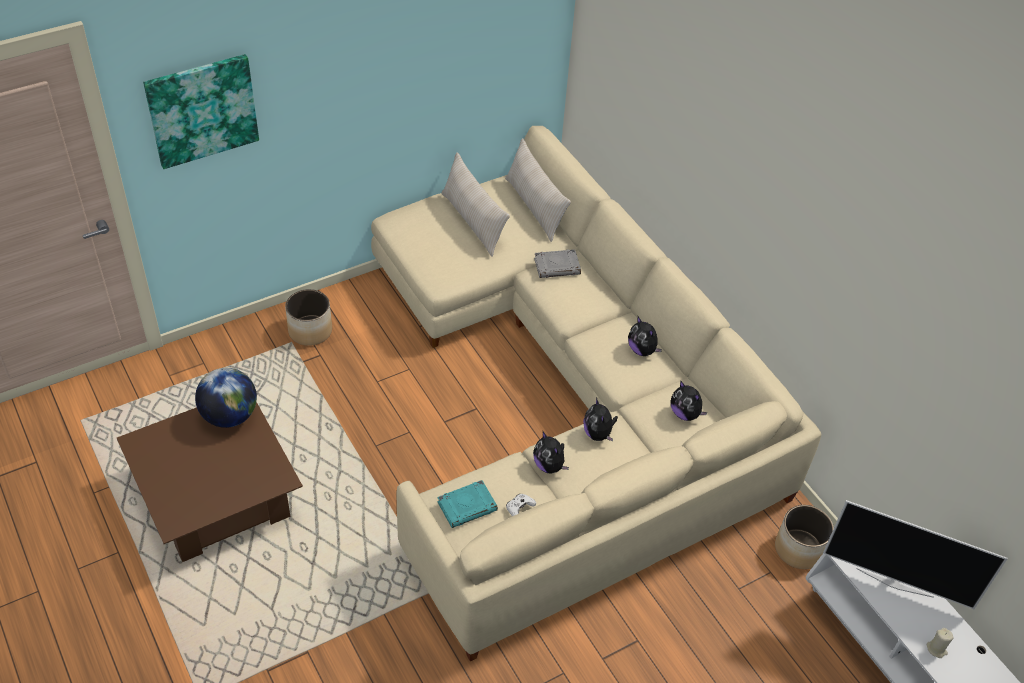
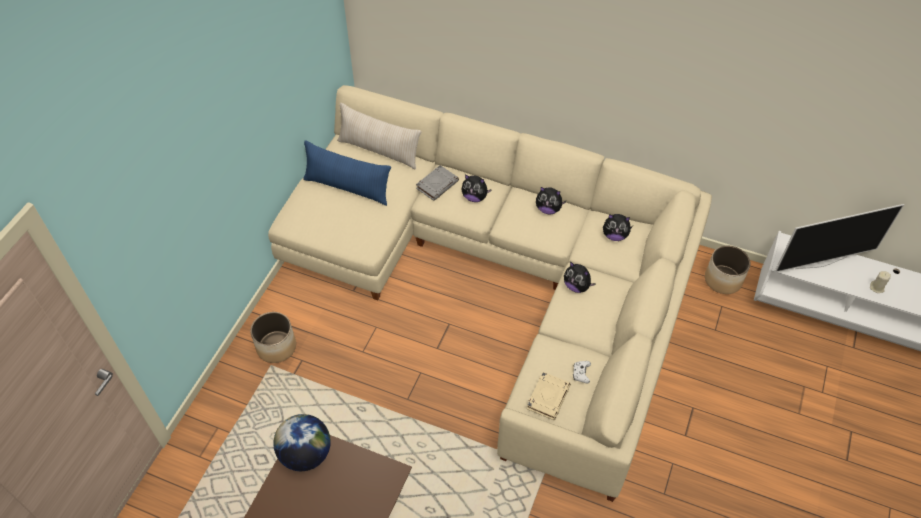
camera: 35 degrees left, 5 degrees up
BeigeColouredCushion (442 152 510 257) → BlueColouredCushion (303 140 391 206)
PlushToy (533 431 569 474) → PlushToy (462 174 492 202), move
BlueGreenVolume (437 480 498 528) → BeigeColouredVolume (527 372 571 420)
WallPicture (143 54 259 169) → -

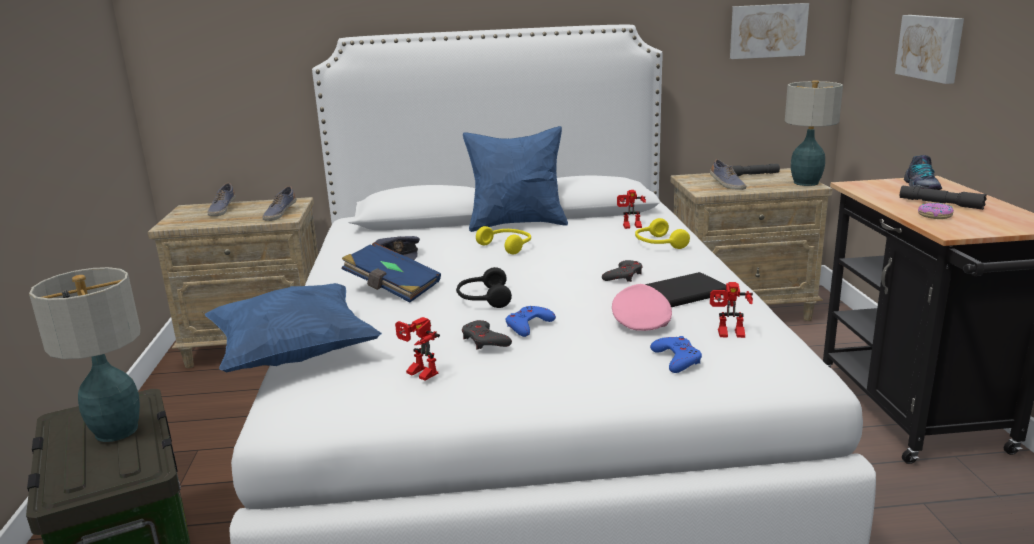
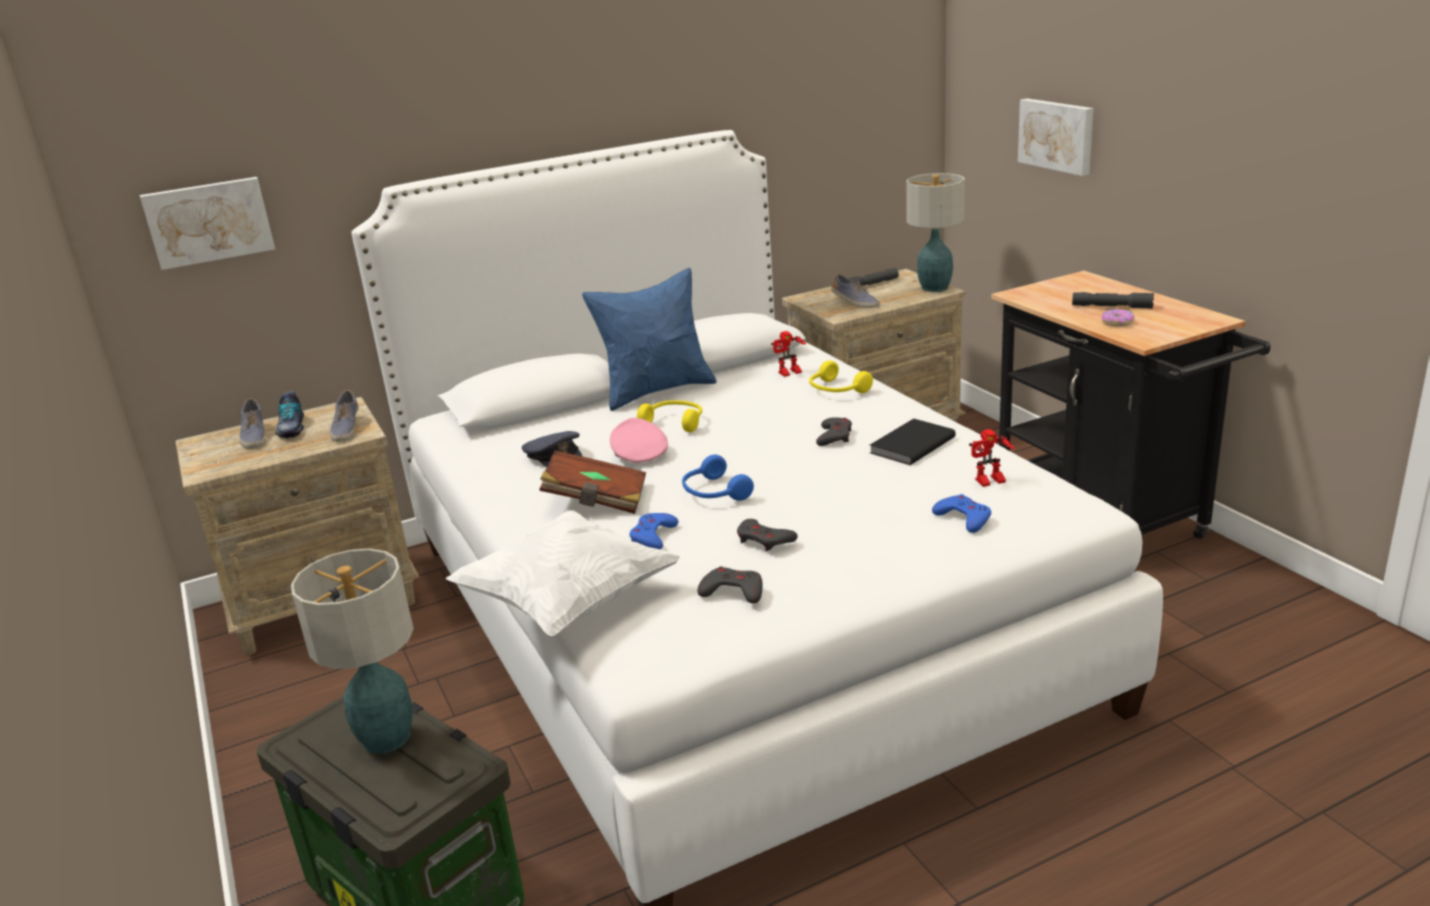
camera: 20 degrees left, 5 degrees up
WallPicture (730 3 809 59) → WallPicture (140 177 275 270), move
LowShoe (904 155 942 190) → LowShoe (275 391 304 438), move
BlueColouredCushion (205 283 382 372) → WhiteColouredCushion (445 510 681 637)
BlueColouredVolume (342 242 441 303) → BrownishVolume (539 450 646 514)
PinkPeakedCap (612 284 672 331) → PinkPeakedCap (610 418 668 463), move
BlueColouredJoypad (505 306 556 337) → BlueColouredJoypad (630 513 678 550), move
BlackishHeadphones (456 267 512 308) → BlueColouredHeadphones (682 455 754 501)
ModelRobot (395 317 440 381) → GreyJoypad (697 566 763 604)

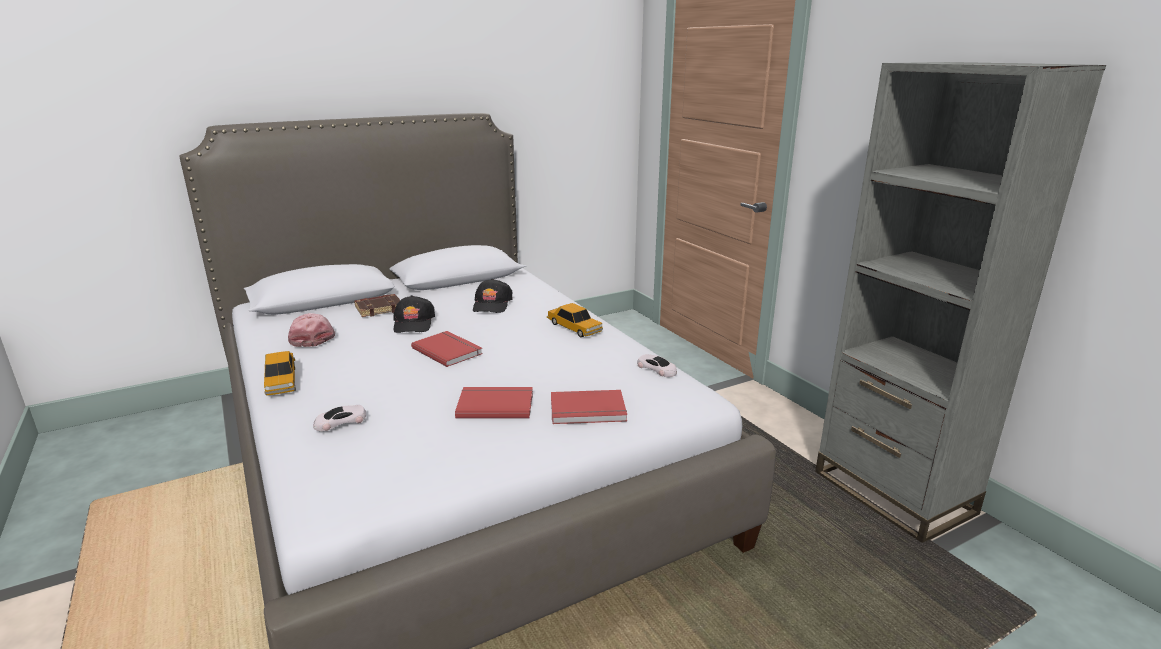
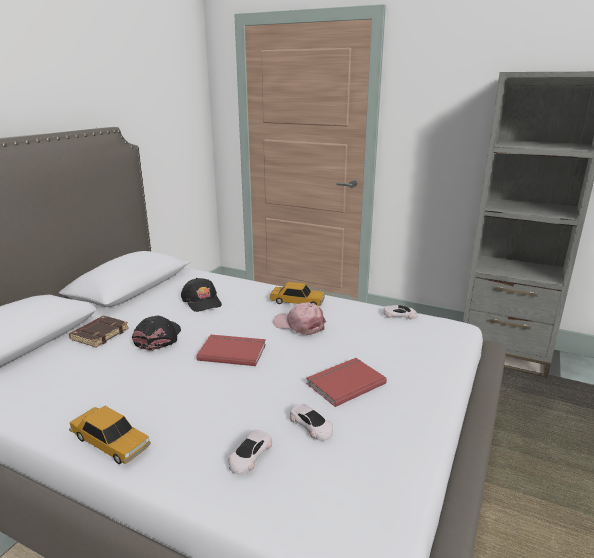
camera: 35 degrees left, 0 degrees up
BlackishPeakedCap (393 295 435 333) → BlackishPeakedCap (132 316 181 351), 135 degrees counterclockwise
PinkPeakedCap (288 313 335 347) → PinkPeakedCap (273 302 326 335), move
- → WhiteColouredMiniatureCar (290 404 333 441)
RedVolume (551 390 627 424) → -

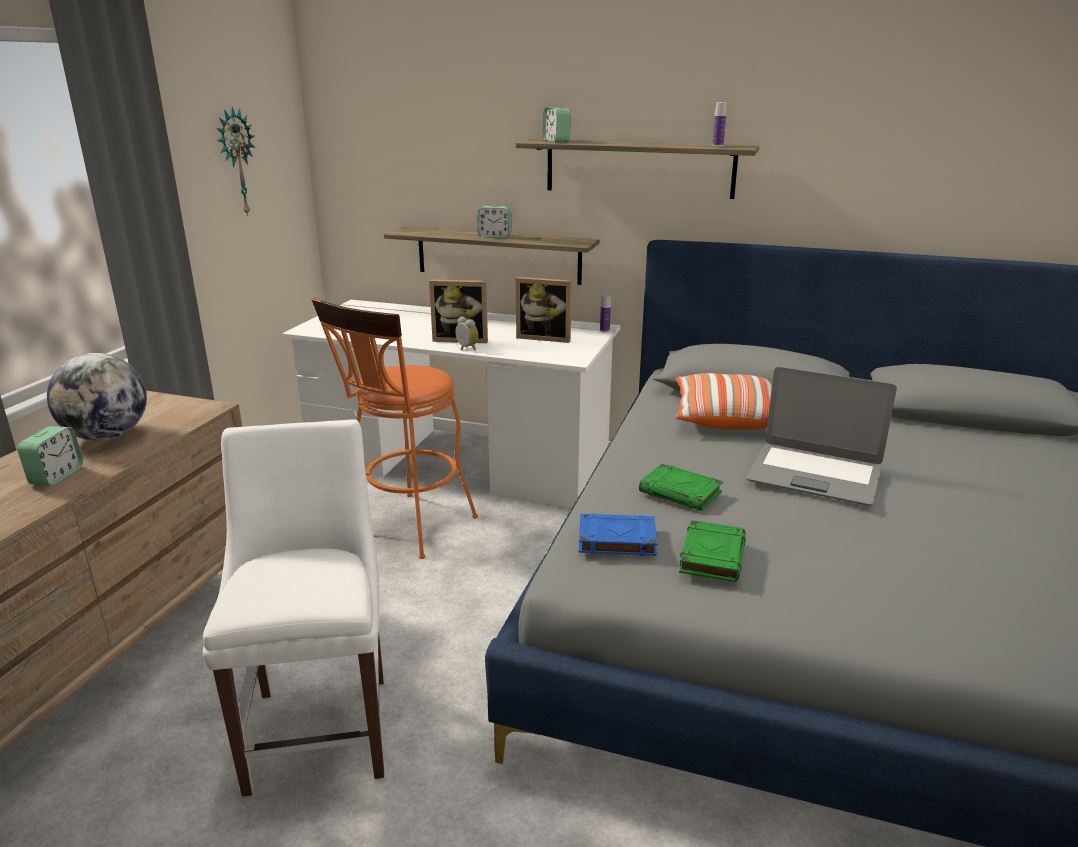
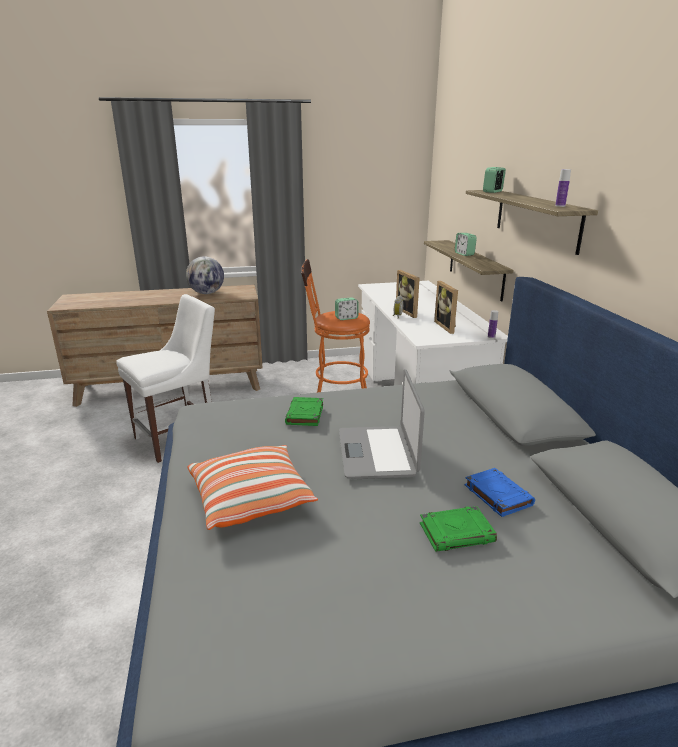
camera: 60 degrees right, 0 degrees up
Cushion (676 373 772 429) → Cushion (188 445 318 530), move
BedsideClock (17 426 83 486) → BedsideClock (335 297 358 320), move
GreenVolume (679 520 746 582) → GreenVolume (420 506 497 552), move
BlueColouredVolume (579 513 658 556) → BlueColouredVolume (465 468 535 517), move
ClockOnTheWall (217 107 255 217) → -

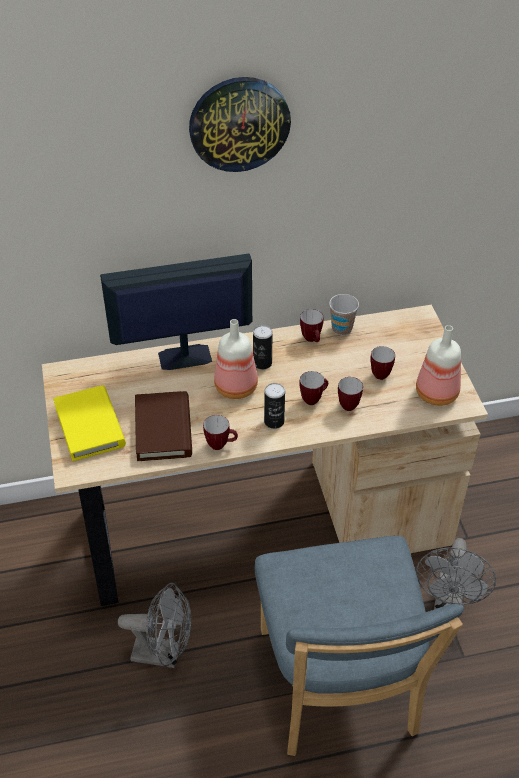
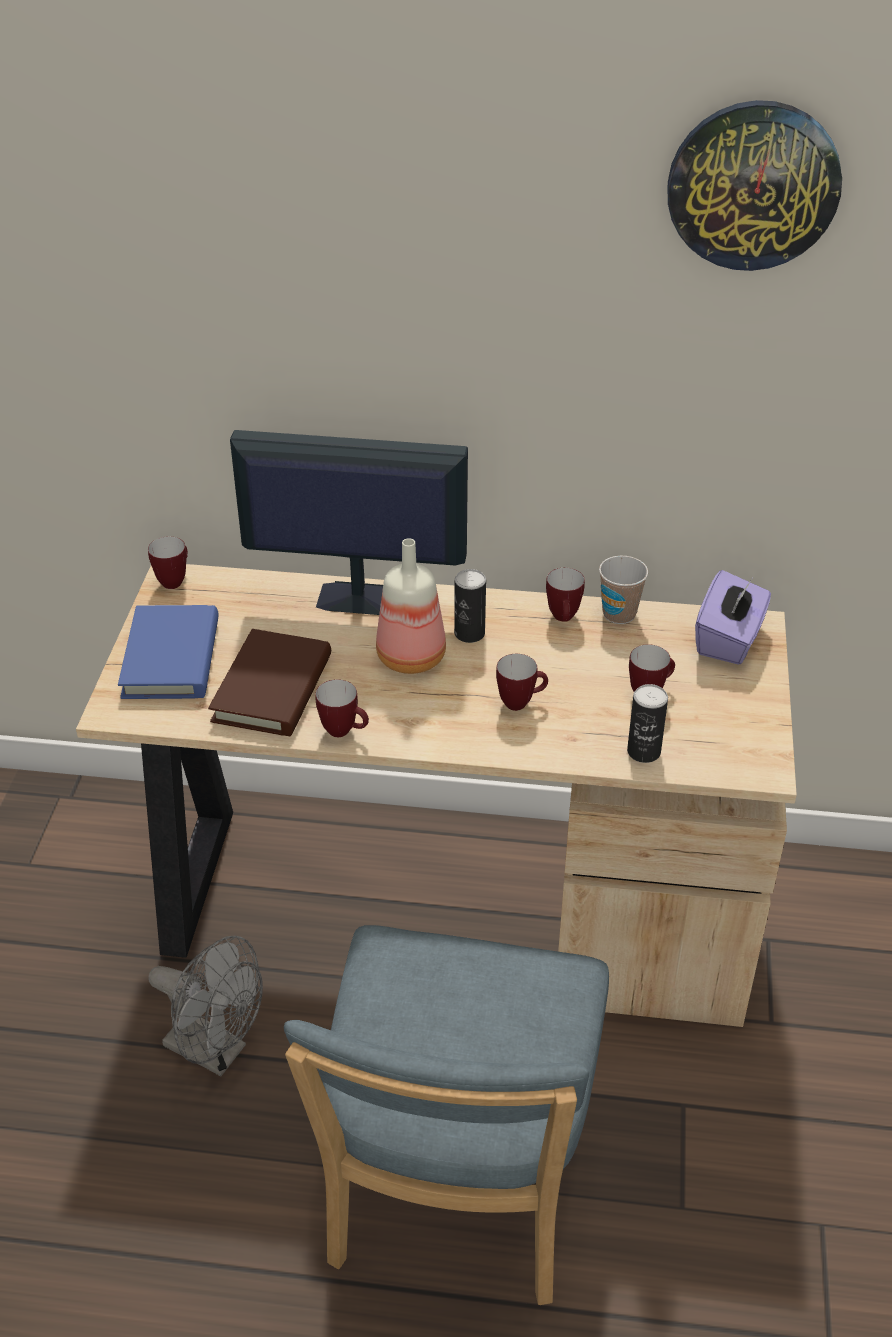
camera: 20 degrees right, 5 degrees down
YellowishVolume (53 385 126 461) → BlueColouredVolume (118 605 219 699)
CoffeeMug (338 377 363 411) → CoffeeMug (148 536 188 589), move
MetalCan (264 383 285 429) → MetalCan (627 684 668 763), move
ClockOnTheWall (189 77 291 172) → ClockOnTheWall (668 100 842 271), move
- → PurpleBoxOfTissues (695 570 771 665)
Bottle (416 325 461 406) → -
GreyElectricFan (416 538 496 609) → -

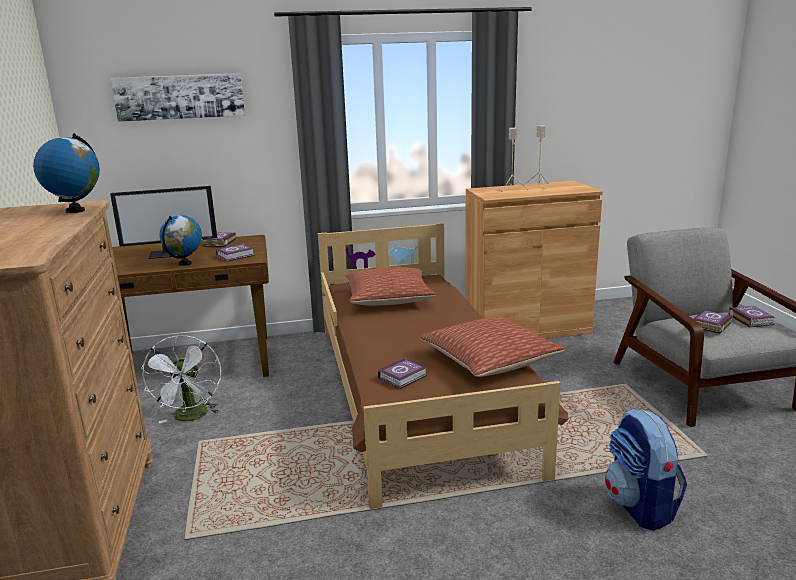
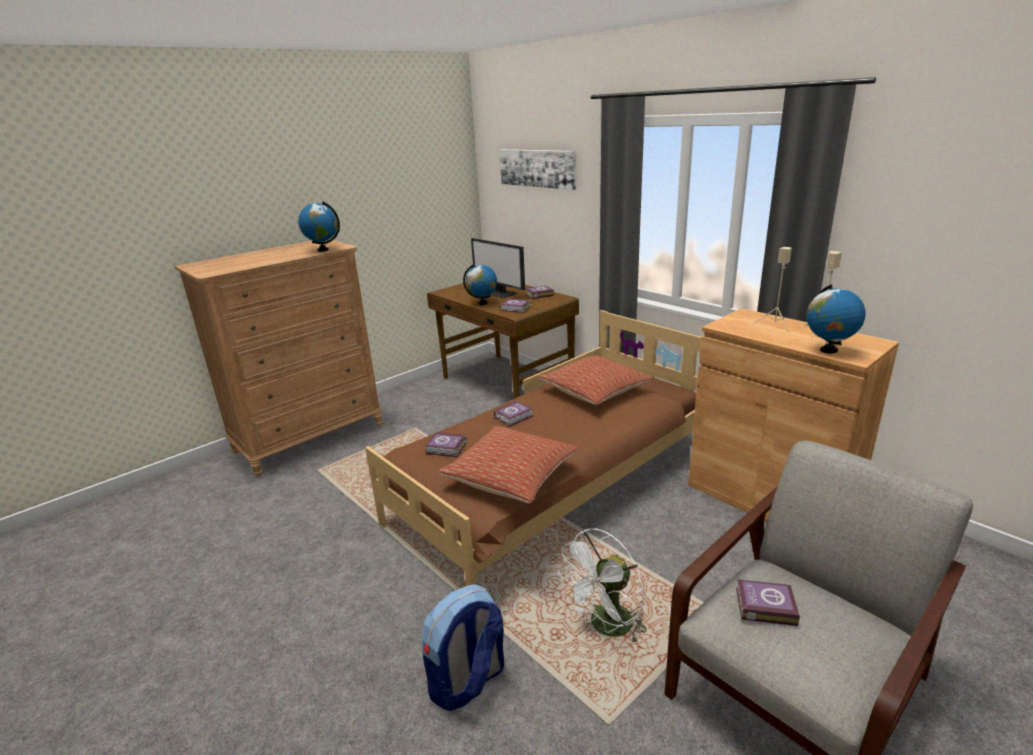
camera: 60 degrees right, 5 degrees up
Volume (728 306 776 327) → Volume (494 400 534 426), move
WhiteColouredElectricFan (141 335 221 423) → WhiteColouredElectricFan (558 528 647 643), move
- → DeskGlobe (807 284 866 353)

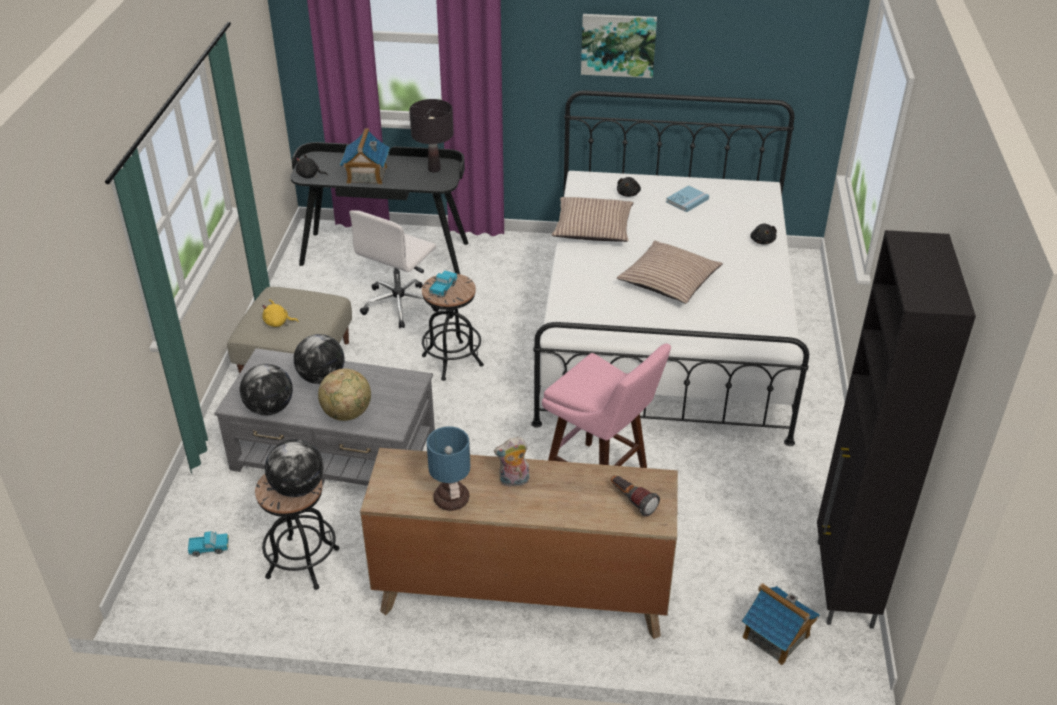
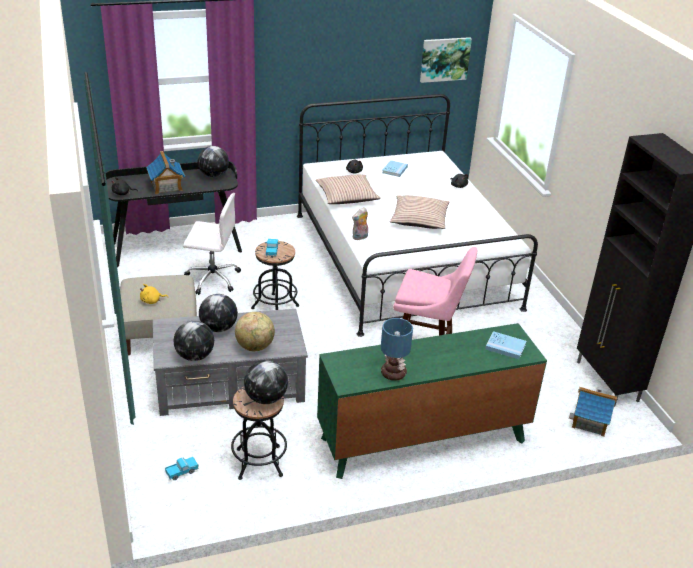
camera: 25 degrees left, 5 degrees down
WhiteColouredComputerChair (349 210 439 328) → WhiteColouredComputerChair (183 193 241 295), 90 degrees counterclockwise
BlackishLampForATable (409 99 454 172) → DeskGlobe (198 146 229 177)
BrownishChestOfDrawers (360 448 678 639) → GreenChestOfDrawers (317 323 547 479)
PlushToy (494 436 530 487) → PlushToy (352 207 368 240), move
WallPicture (581 14 657 78) → WallPicture (420 37 472 83), move
HandTorch (611 475 660 517) → BlueColouredVolume (485 331 526 359)

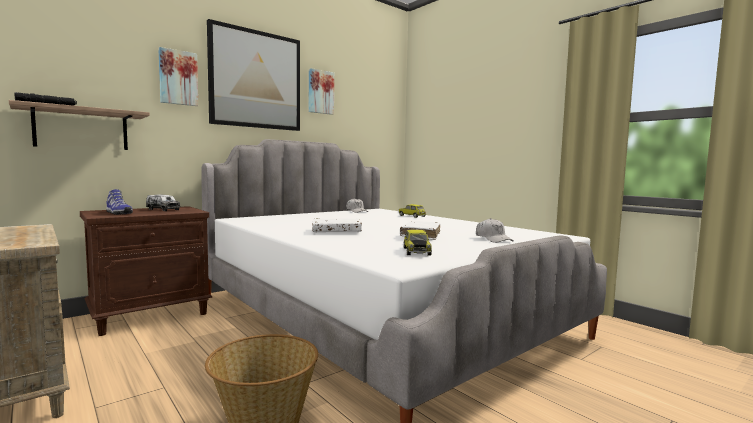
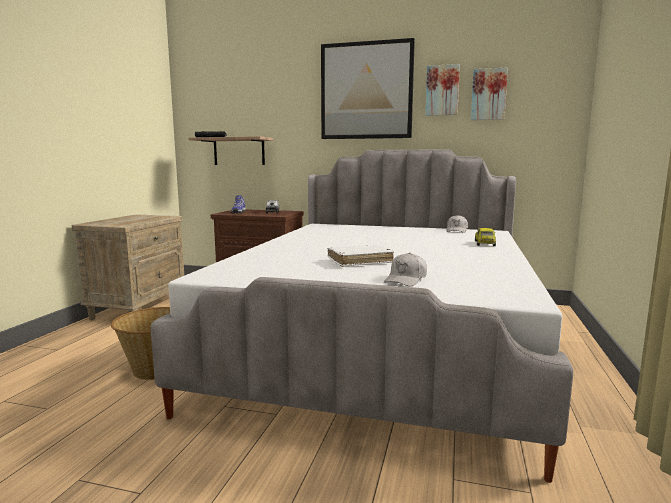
camera: 55 degrees right, 5 degrees up
WallPicture (158 47 198 106) → WallPicture (471 67 508 120), move
WhiteColouredVolume (312 218 362 233) → -
MiniatureCar (403 230 432 256) → -

